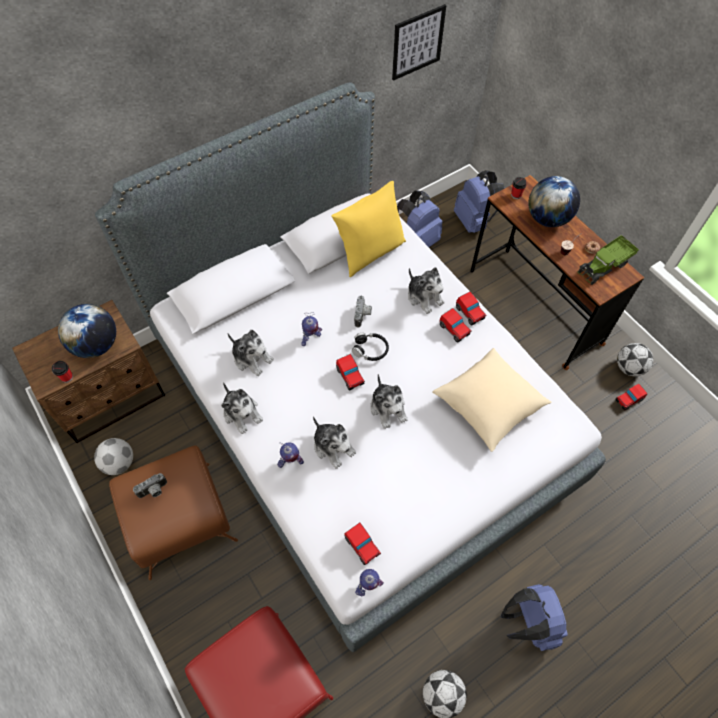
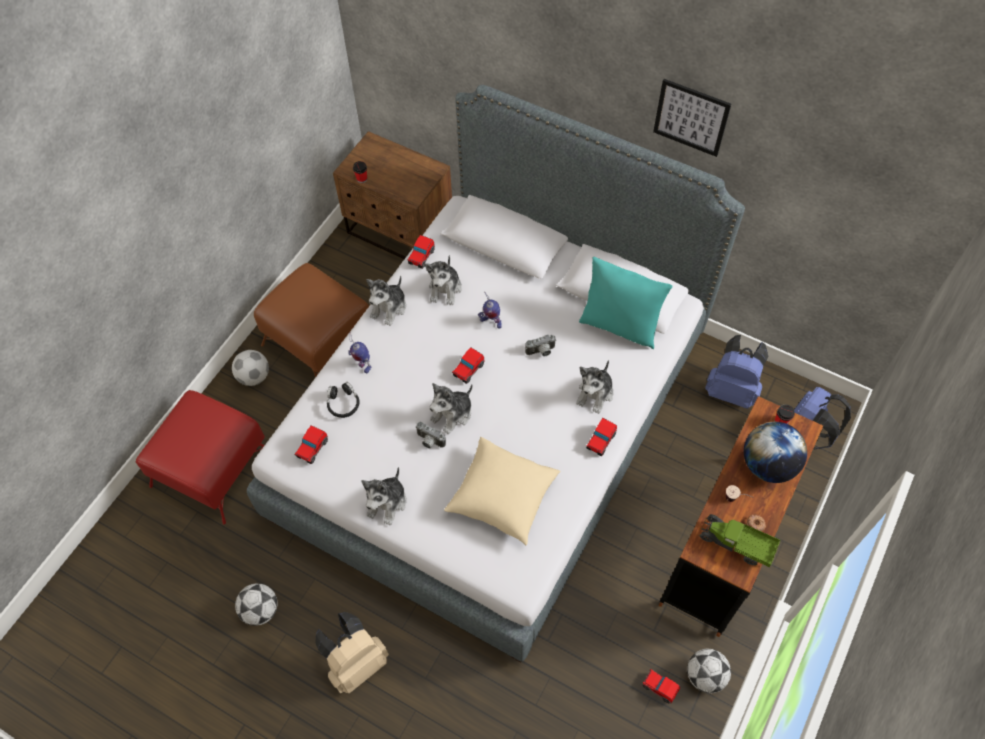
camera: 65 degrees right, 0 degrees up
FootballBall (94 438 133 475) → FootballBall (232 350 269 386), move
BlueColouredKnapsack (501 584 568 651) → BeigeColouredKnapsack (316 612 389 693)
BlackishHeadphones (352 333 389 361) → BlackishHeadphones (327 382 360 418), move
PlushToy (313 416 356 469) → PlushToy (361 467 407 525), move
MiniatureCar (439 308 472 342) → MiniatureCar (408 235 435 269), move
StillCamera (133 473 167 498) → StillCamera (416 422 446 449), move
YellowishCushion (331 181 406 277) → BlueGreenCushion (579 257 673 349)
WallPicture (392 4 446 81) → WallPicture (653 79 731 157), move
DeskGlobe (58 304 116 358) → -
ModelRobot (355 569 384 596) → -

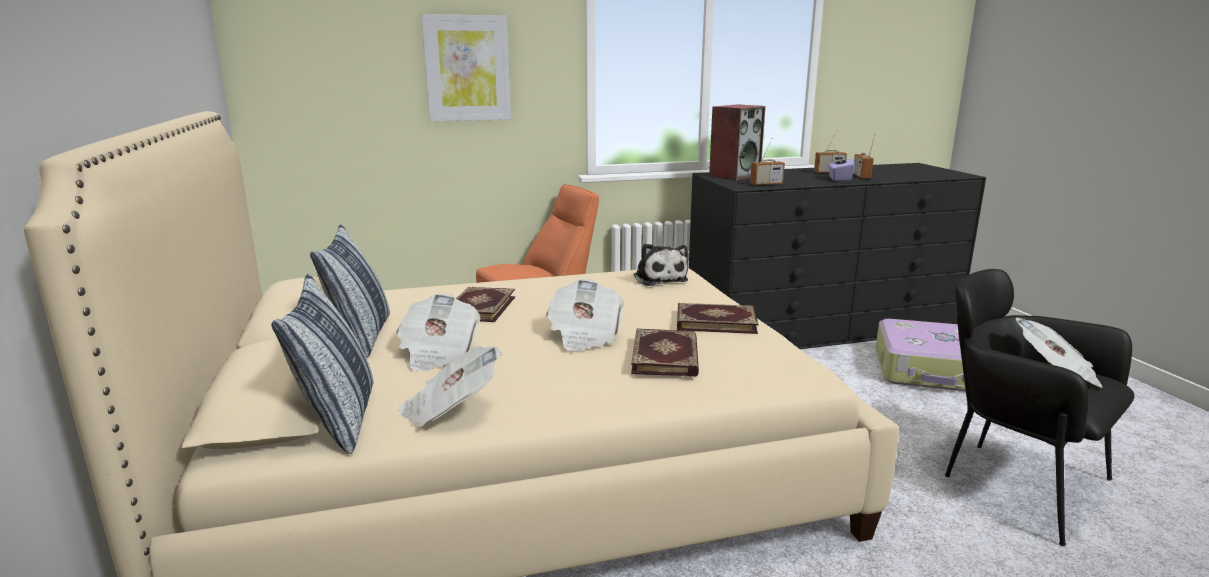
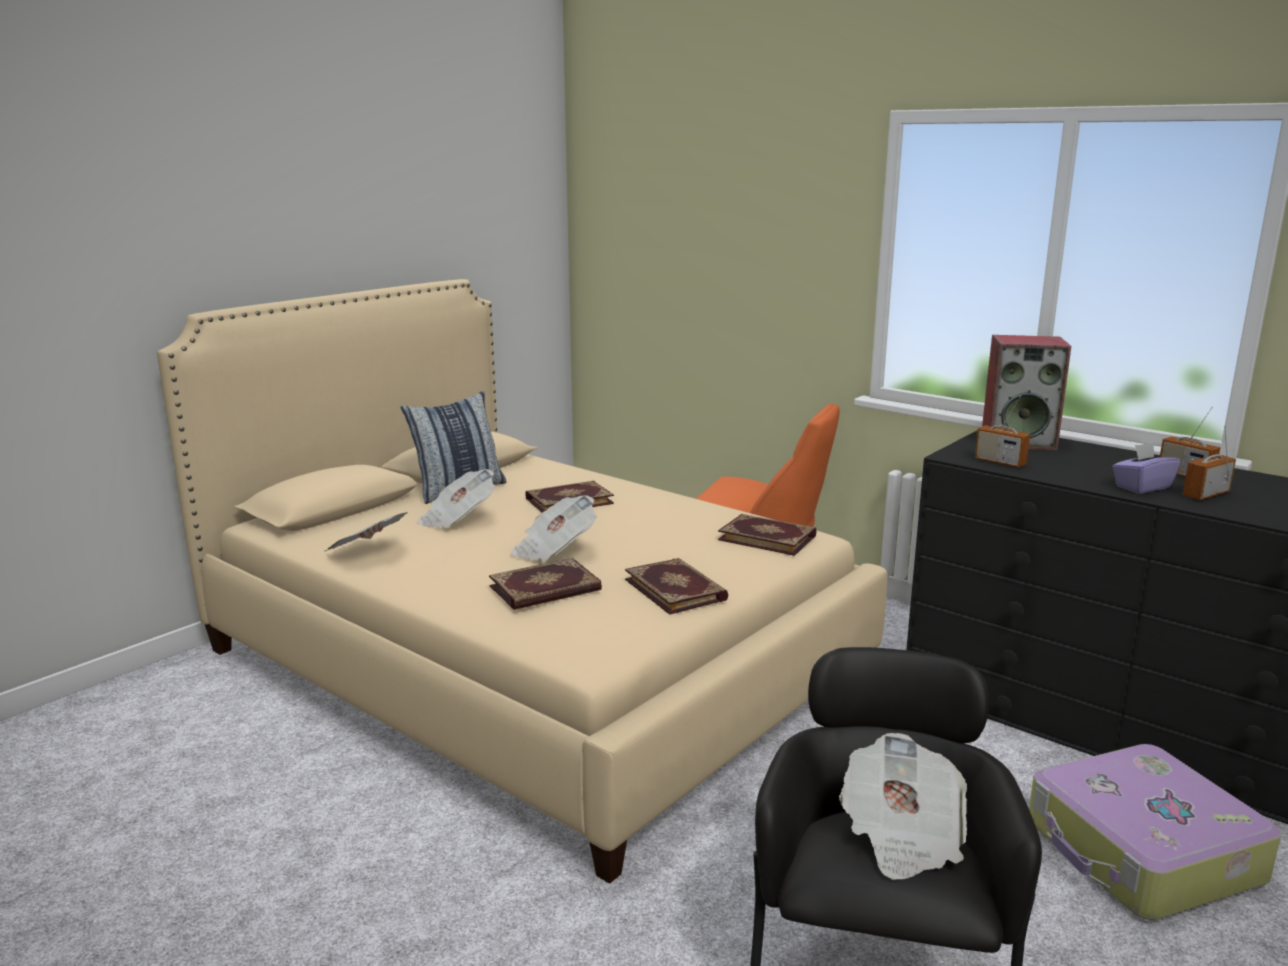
camera: 55 degrees right, 0 degrees up
PlushToy (634 244 688 286) → Volume (718 514 816 556)
Cushion (271 274 374 454) → -
WallPicture (421 14 511 122) → -

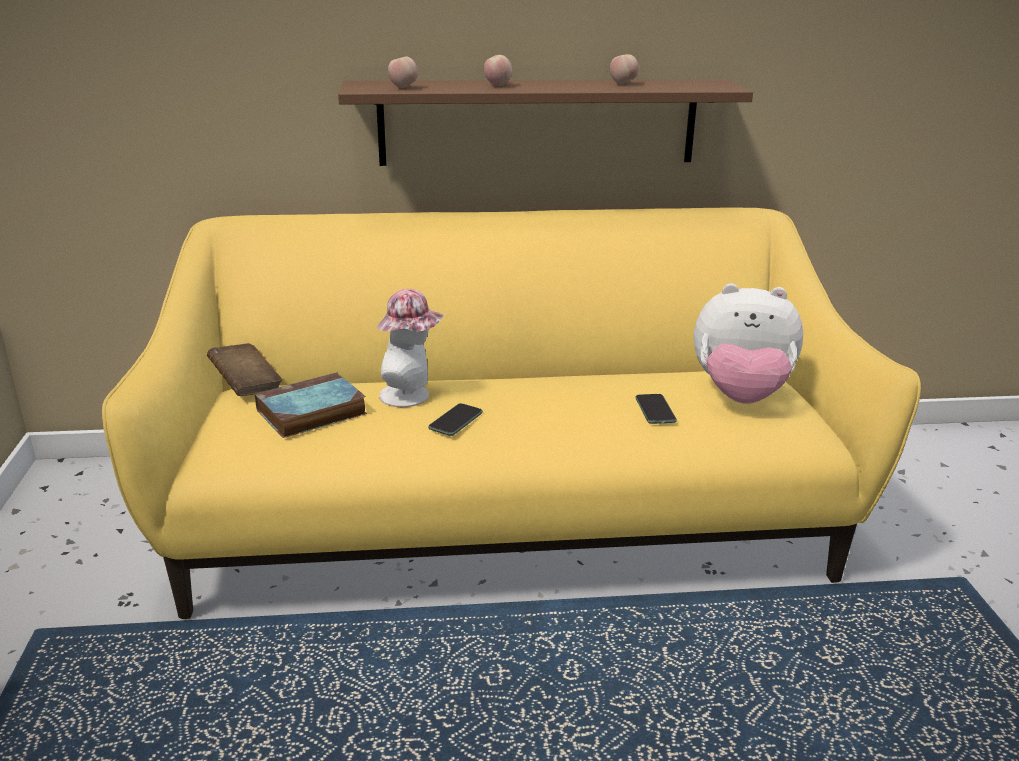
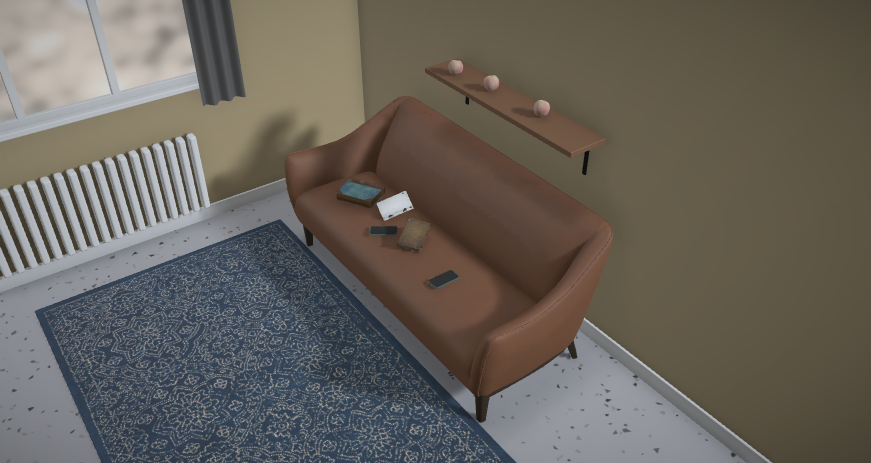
camera: 60 degrees right, 10 degrees up
YellowishSettee (102 208 921 619) → BrownishSettee (285 96 613 423)
ClothingHat (377 289 444 407) → WhiteColouredVolume (377 191 413 221)
BrownishVolume (207 343 282 396) → BrownishVolume (397 217 431 252), move
PlushToy (694 283 803 404) → -

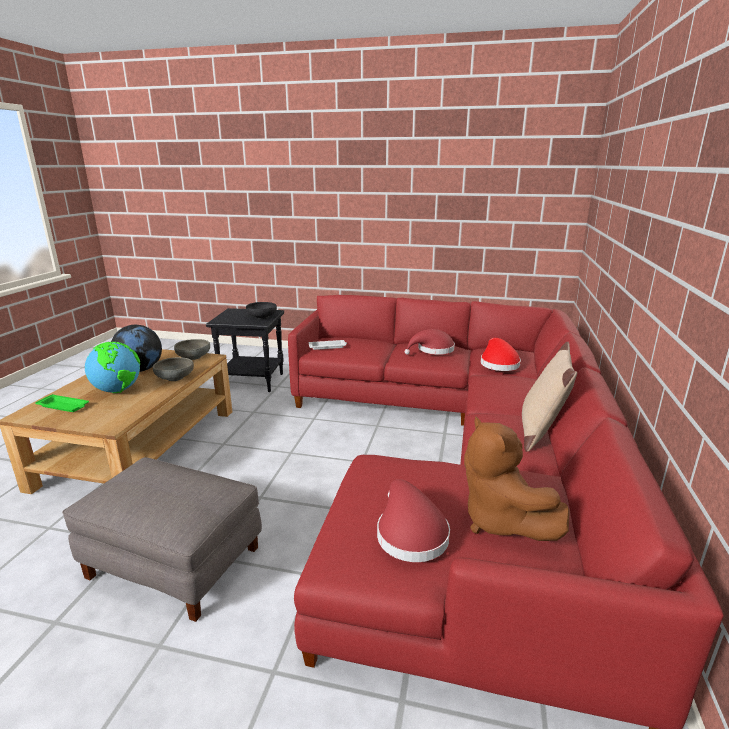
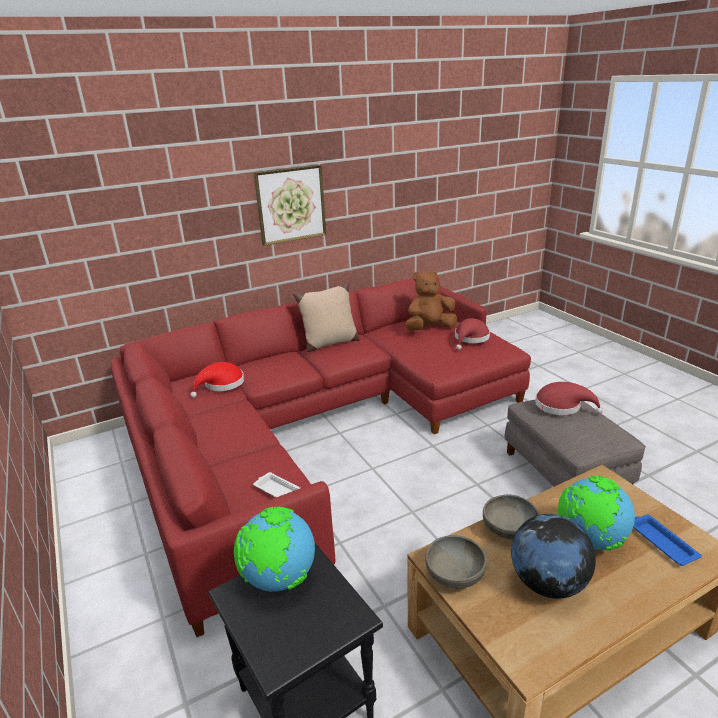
camera: 130 degrees left, 5 degrees up
BlackishDeepDish (246 302 277 319) → DeskGlobe (234 507 315 592)
- → WallPicture (254 165 326 246)
BrownishPlushToy (464 416 570 541) → BrownishPlushToy (406 271 457 330), 135 degrees counterclockwise
RedClothingHat (404 329 455 355) → RedClothingHat (535 382 603 415), move
GreenCarryingTray (35 394 89 412) → BlueColouredCarryingTray (633 514 702 566)

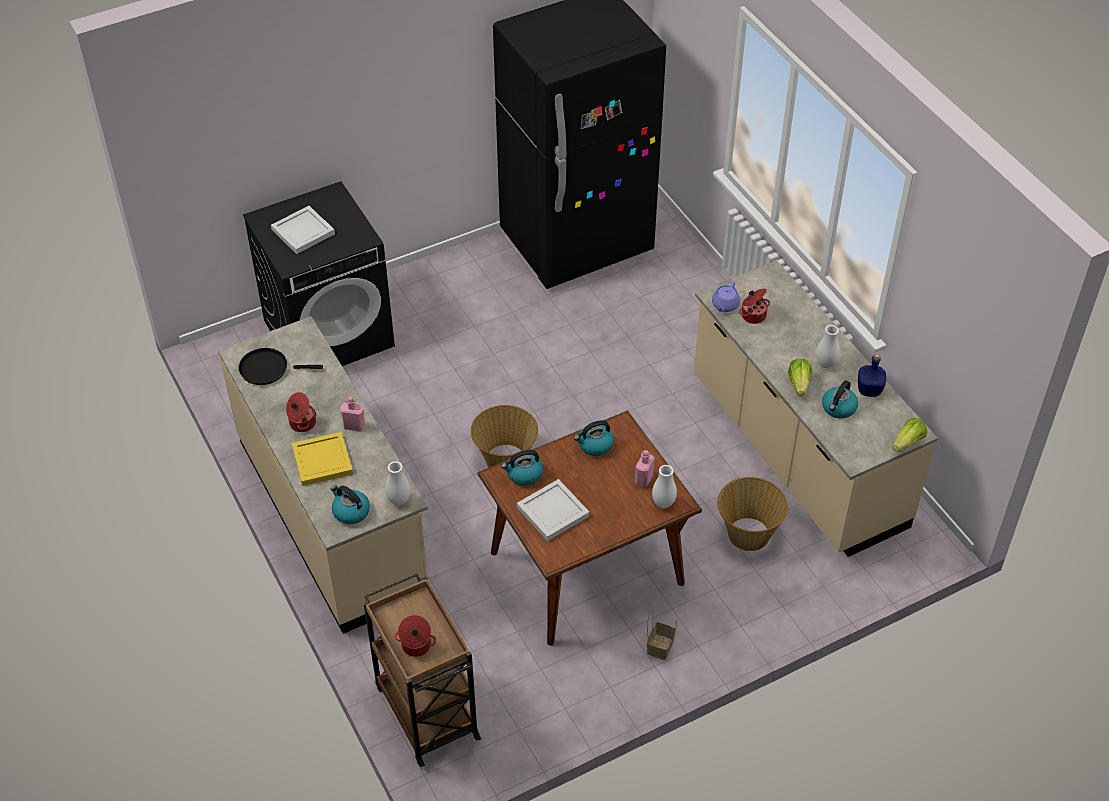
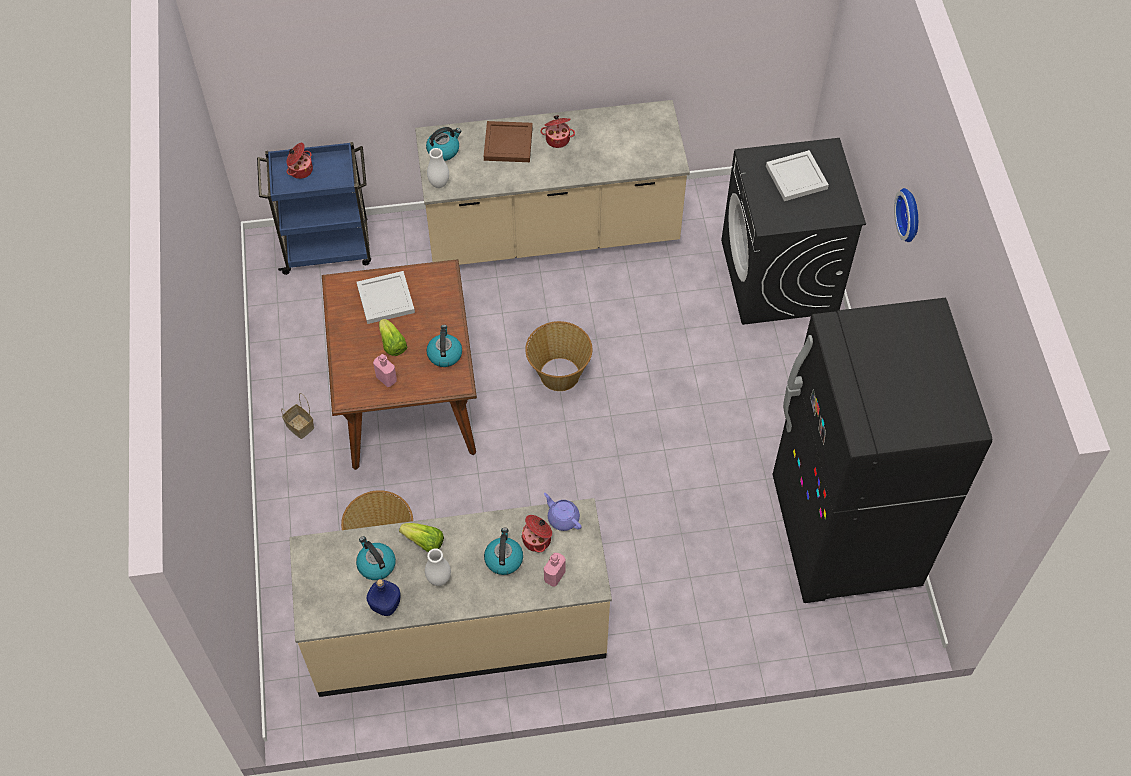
camera: 110 degrees right, 10 degrees up
BrownishCart (363 573 481 767) → BlueColouredCart (257 142 371 275)
LettuceHead (893 418 927 452) → LettuceHead (379 319 407 356), move
YellowishCarryingTray (291 432 353 486) → BrownishCarryingTray (484 121 533 162)
Kettle (501 450 543 486) → Kettle (484 527 523 575), move
PinkBottle (340 396 365 432) → PinkBottle (544 553 566 586), move
- → ClockOnTheWall (894 188 918 242)
BlackishFryingPan (239 348 323 385) → -
WhiteColouredFlowerVase (652 465 677 508) → -

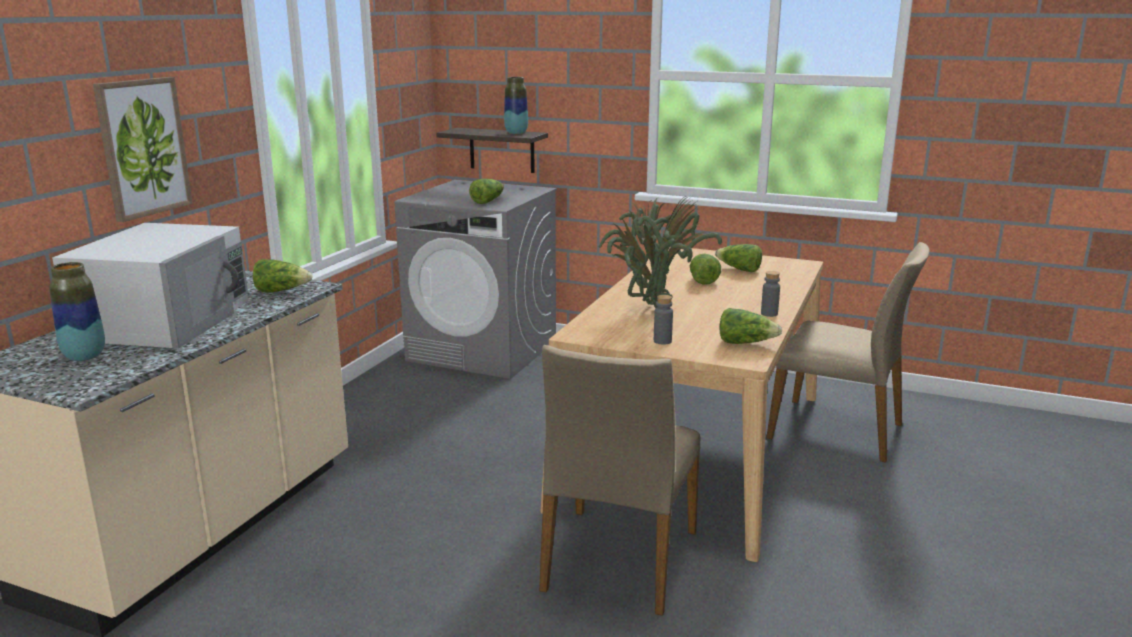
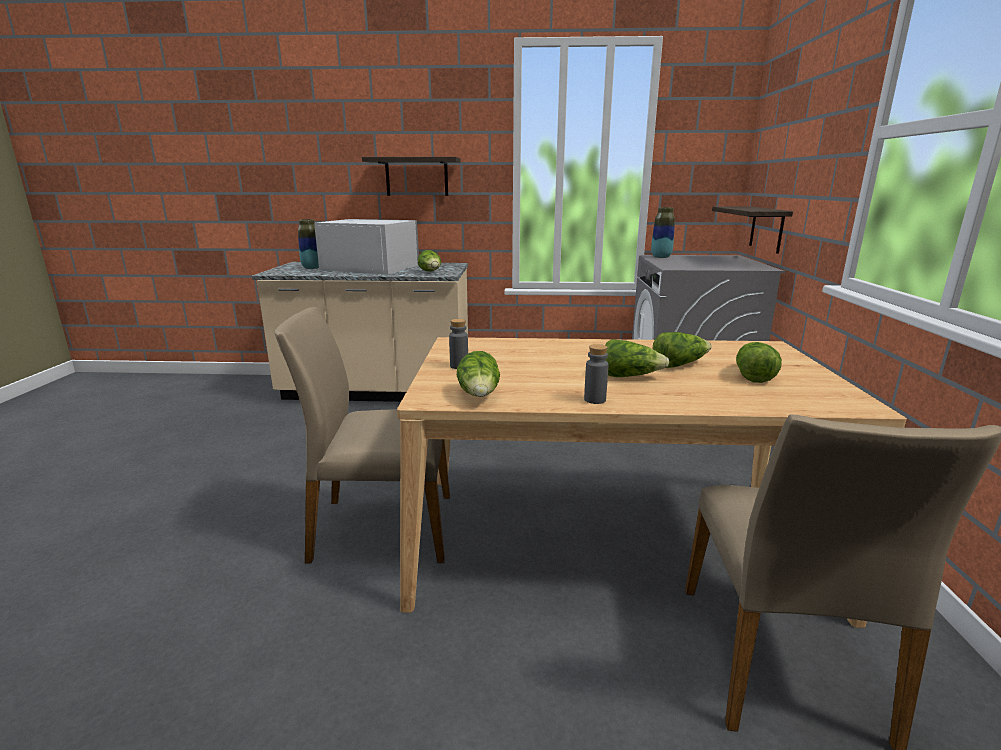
camera: 70 degrees right, 0 degrees up
WhiteColouredKitchenMicrowave (52 223 248 349) → WhiteColouredKitchenMicrowave (314 219 419 275), 150 degrees counterclockwise
WallPicture (93 77 193 222) → BracketShelf (362 157 460 196)
LettuceHead (469 179 504 204) → LettuceHead (605 339 670 377), move
FlowerVase (504 77 528 134) → FlowerVase (651 207 675 258), move
Houseplant (598 196 722 308) → -

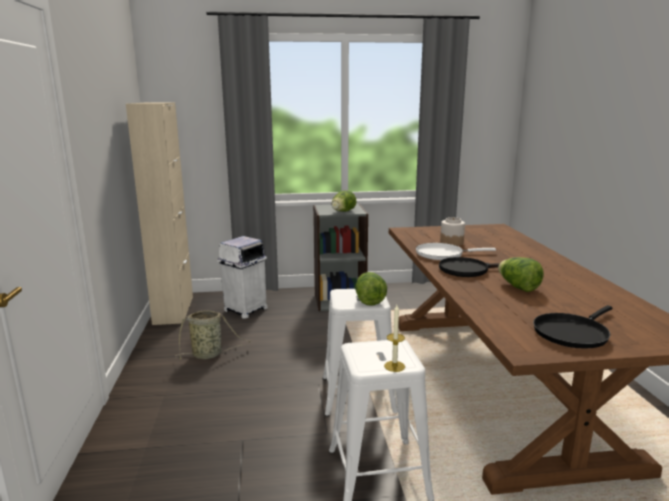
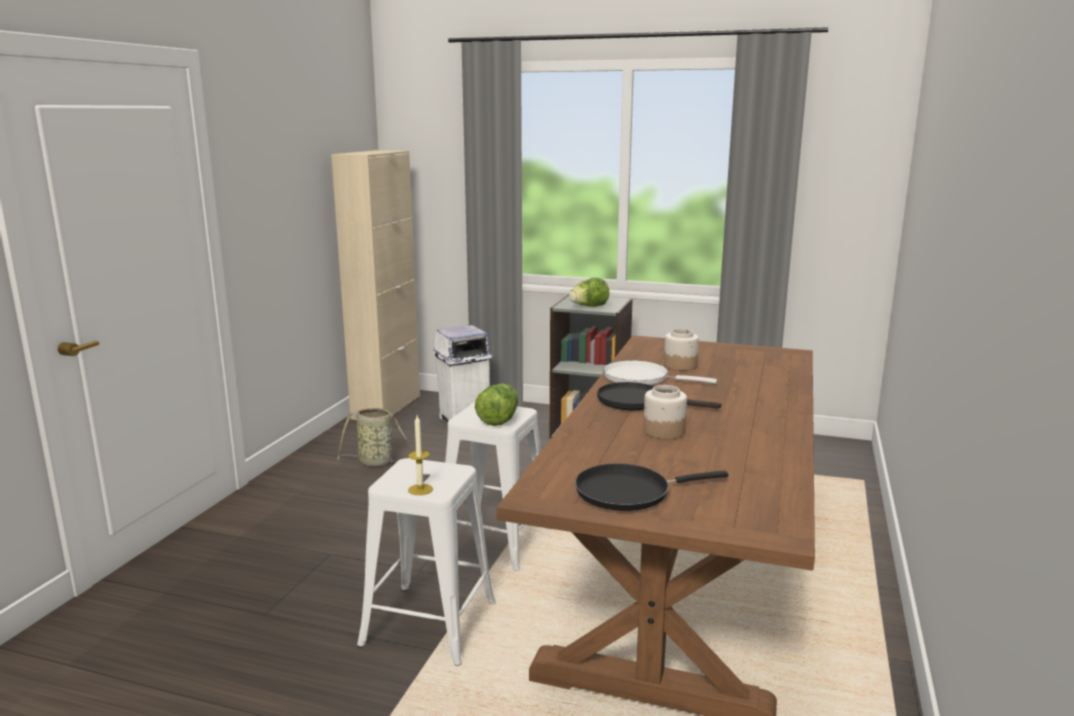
camera: 25 degrees right, 0 degrees up
LettuceHead (498 257 544 292) → StorageJar (643 385 687 439)

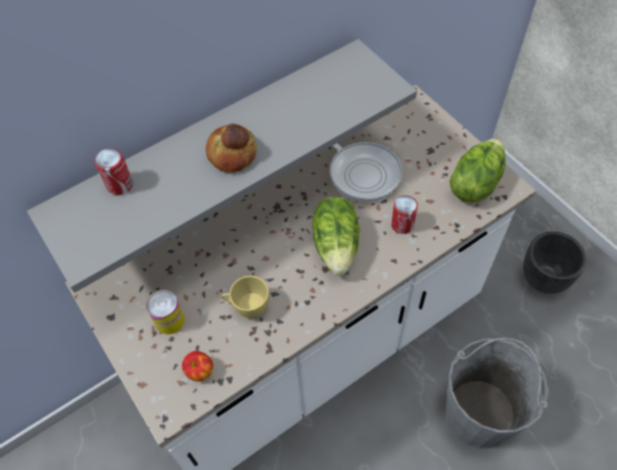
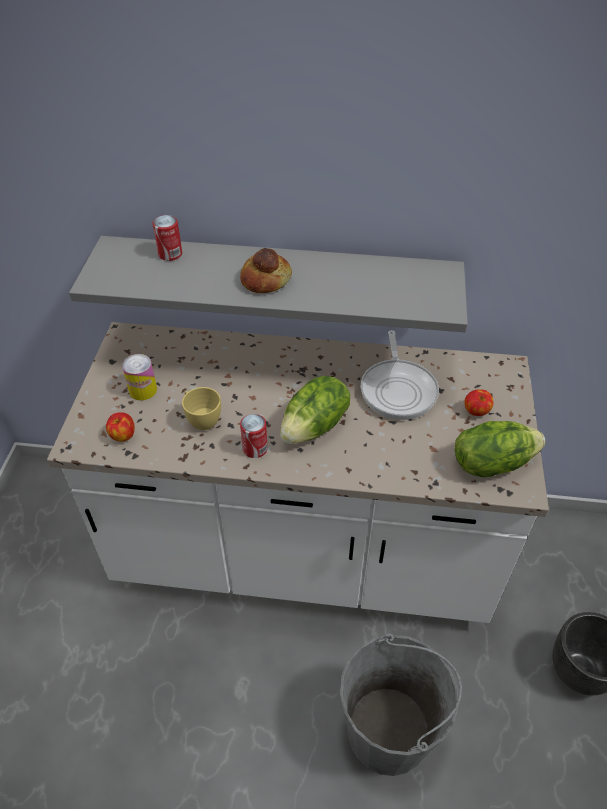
camera: 40 degrees right, 10 degrees down
MetalCan (391 195 418 234) → MetalCan (240 414 268 458), move
- → Apple (464 389 494 416)

